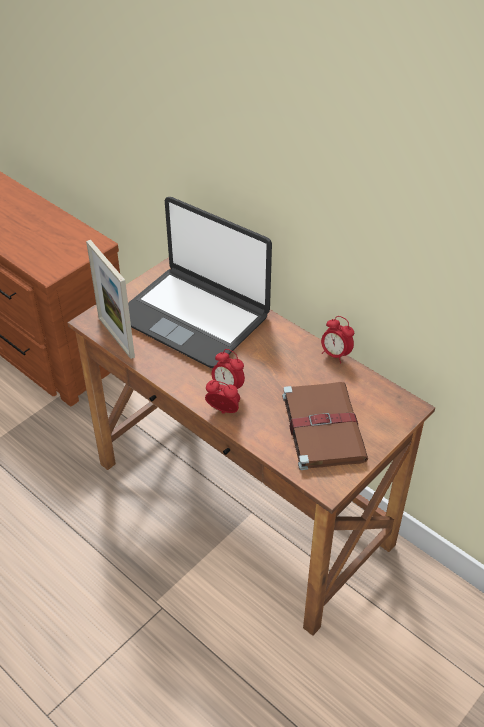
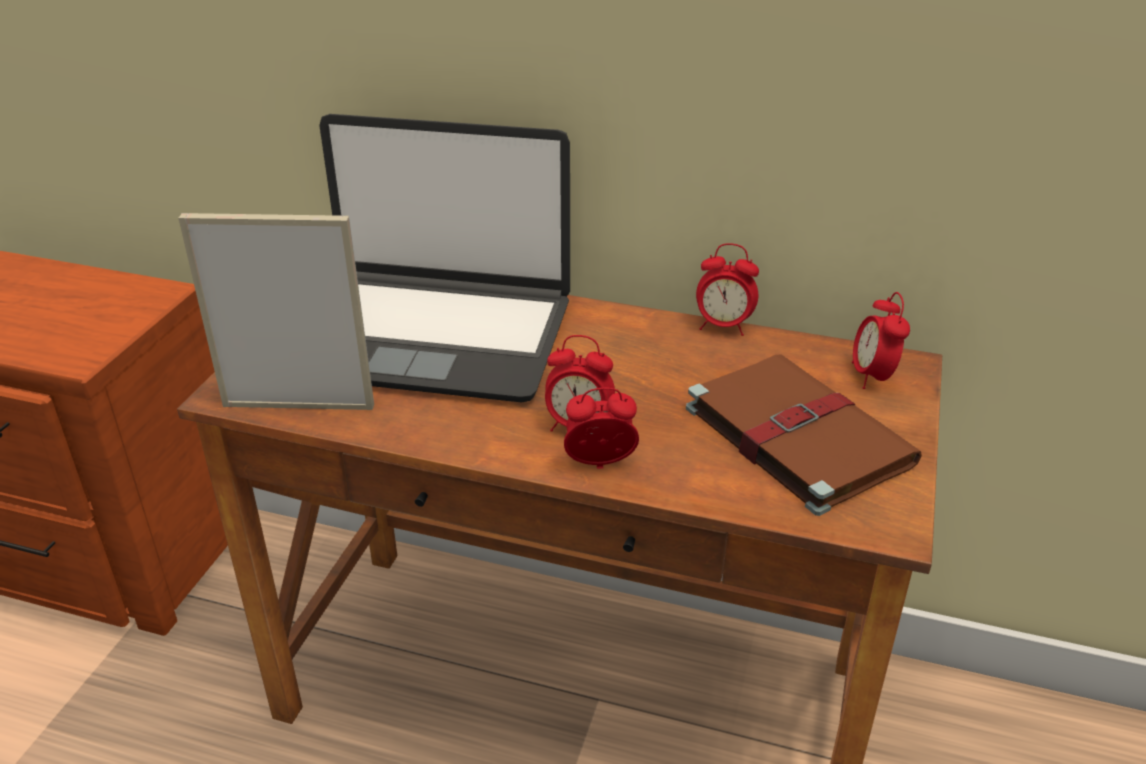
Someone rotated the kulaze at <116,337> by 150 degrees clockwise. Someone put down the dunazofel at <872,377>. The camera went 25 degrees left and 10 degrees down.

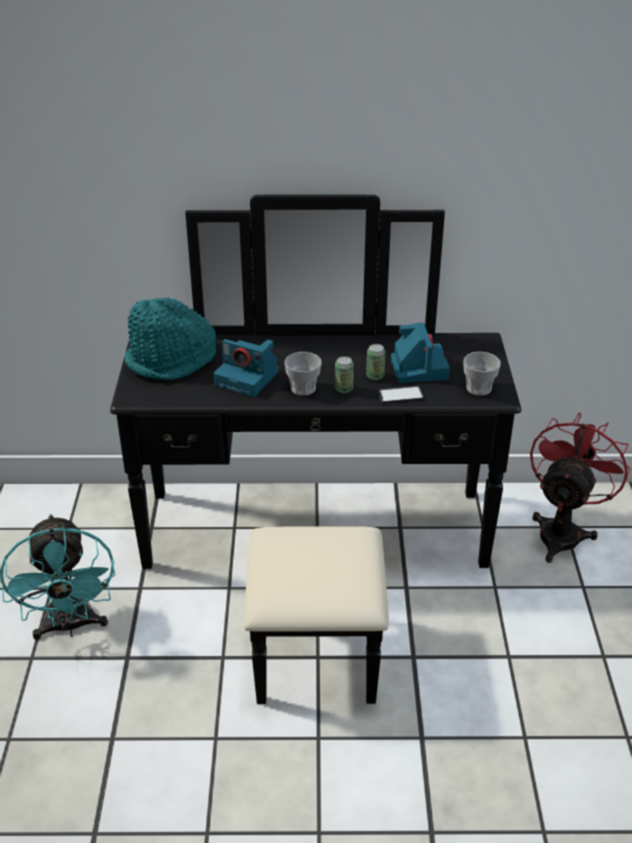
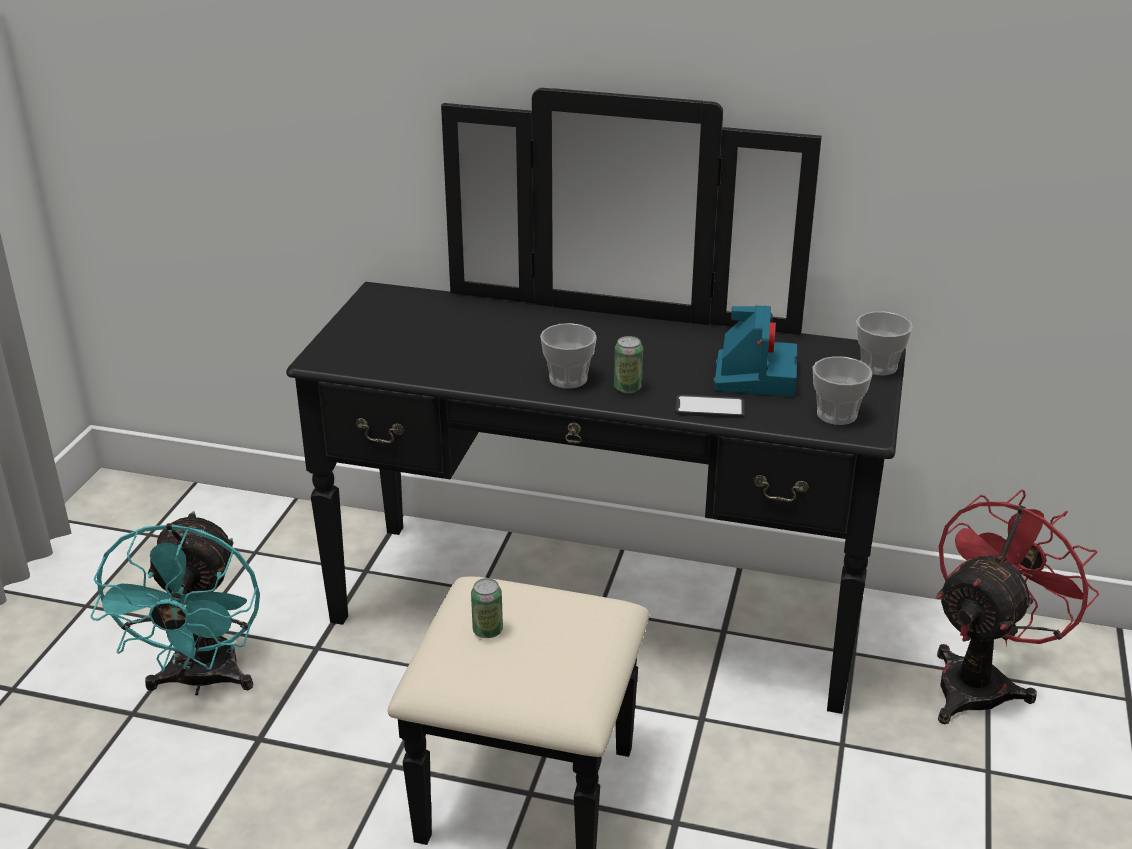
Someone carried the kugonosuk from <375,376> to <487,631>. Someone put down the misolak at <878,366>. Someone took away the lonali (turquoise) at <171,361>. Someone took away the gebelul at <248,378>. The camera went 15 degrees right and 5 degrees down.

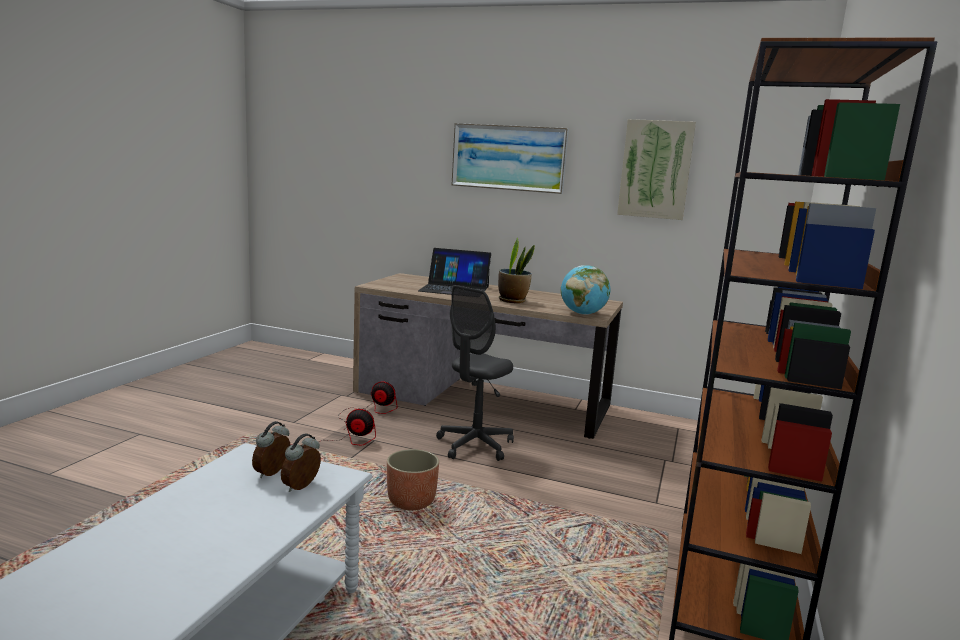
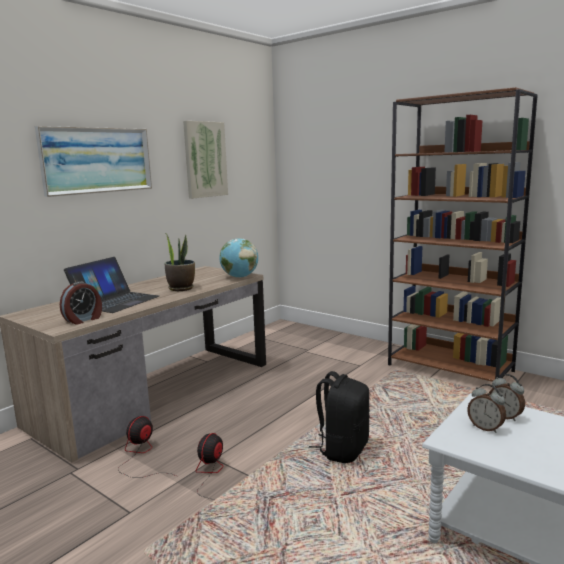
Someone put down the dunazofel at <83,319>. Someone swapped the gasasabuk at <411,501> for the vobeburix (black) at <342,449>. Someone took away the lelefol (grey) at <475,445>. The camera went 70 degrees left and 0 degrees up.

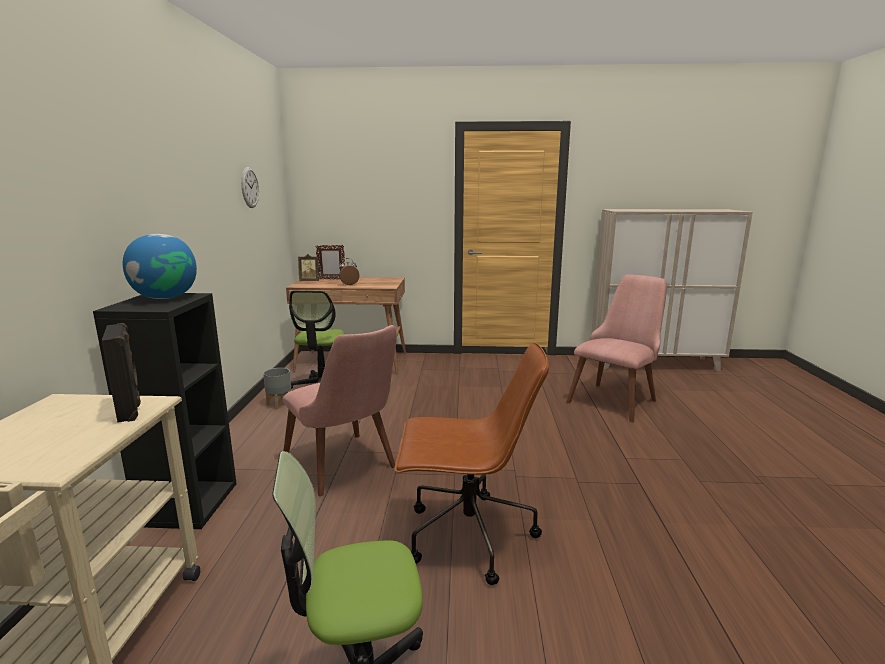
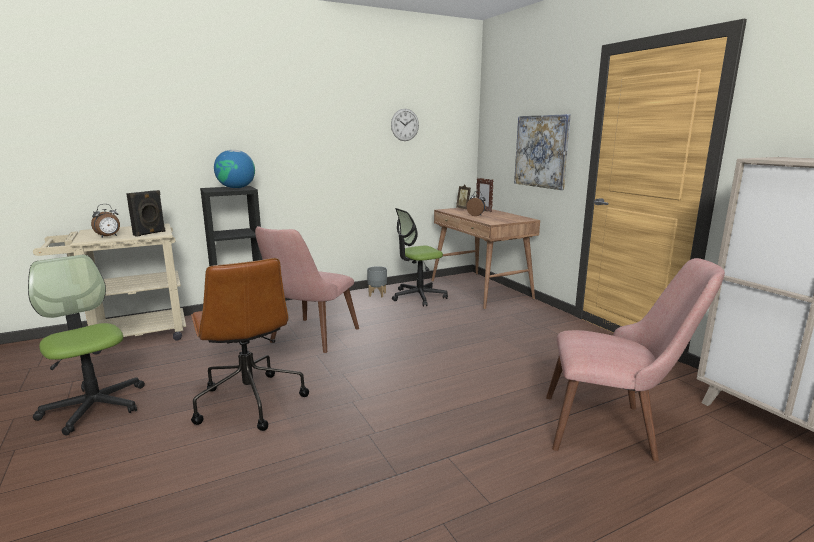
Someone put down the dunazofel at <109,236>. Someone put up the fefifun at <541,151>. The camera went 60 degrees right and 0 degrees up.

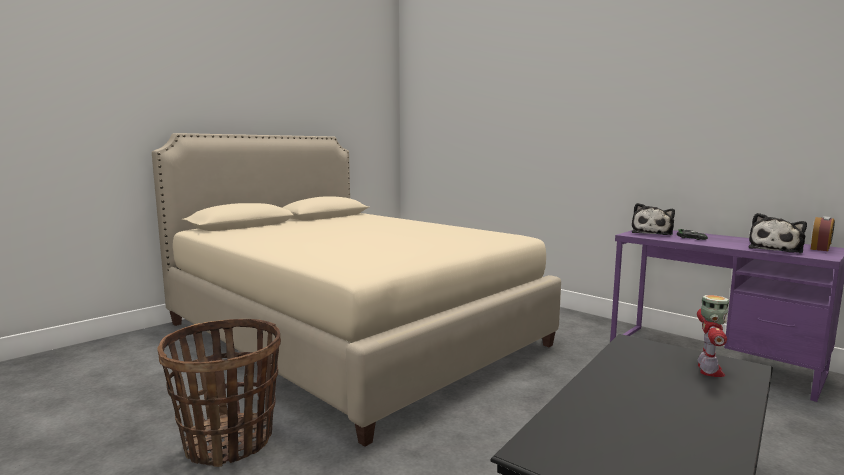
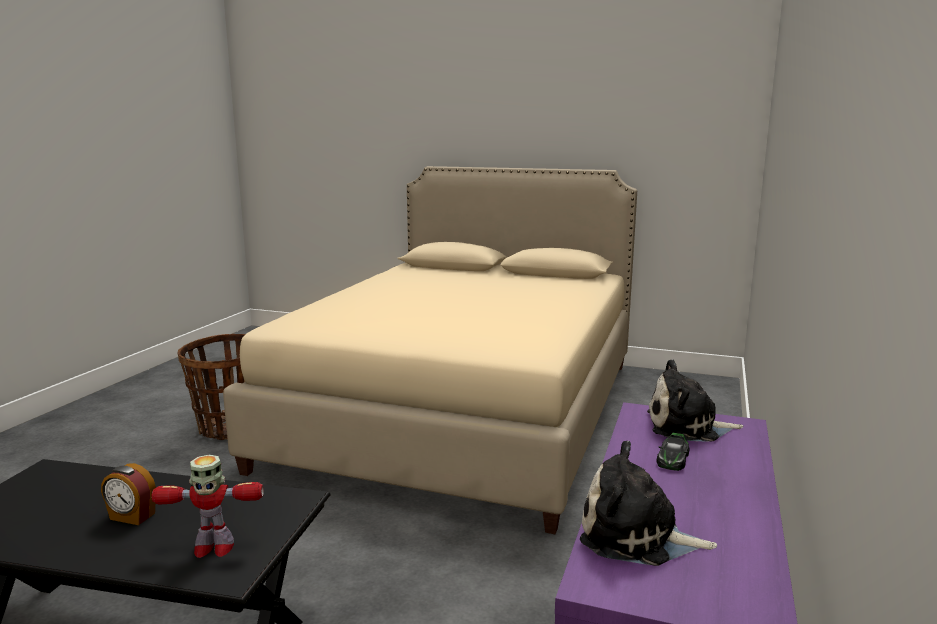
Someone carried the dunazofel from <820,249> to <131,517>. The camera went 65 degrees right and 5 degrees up.

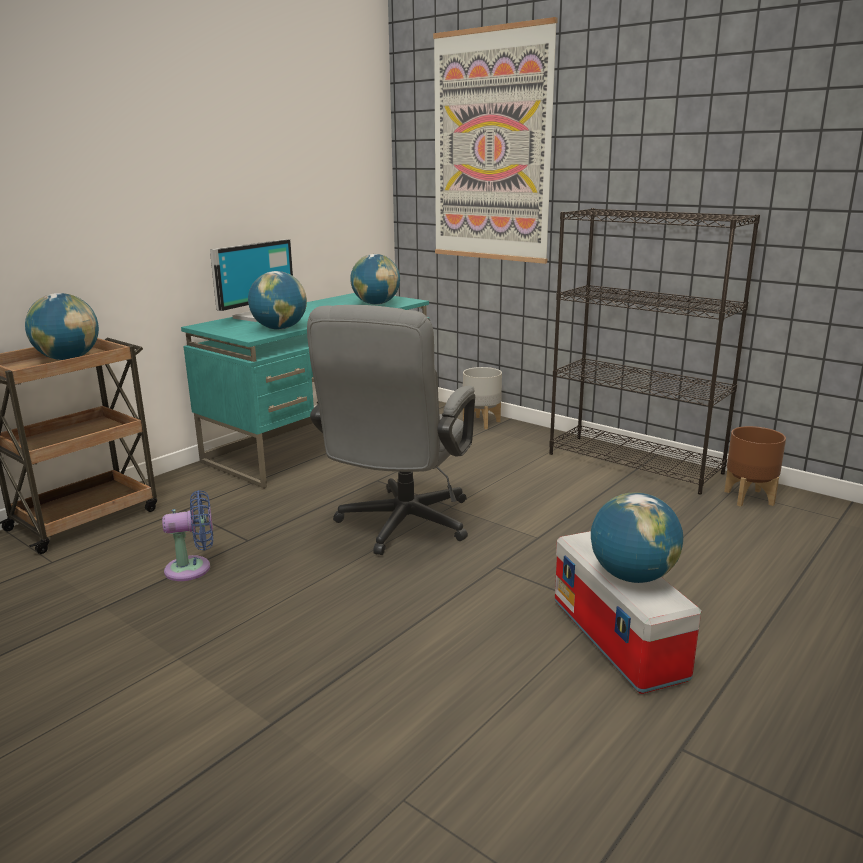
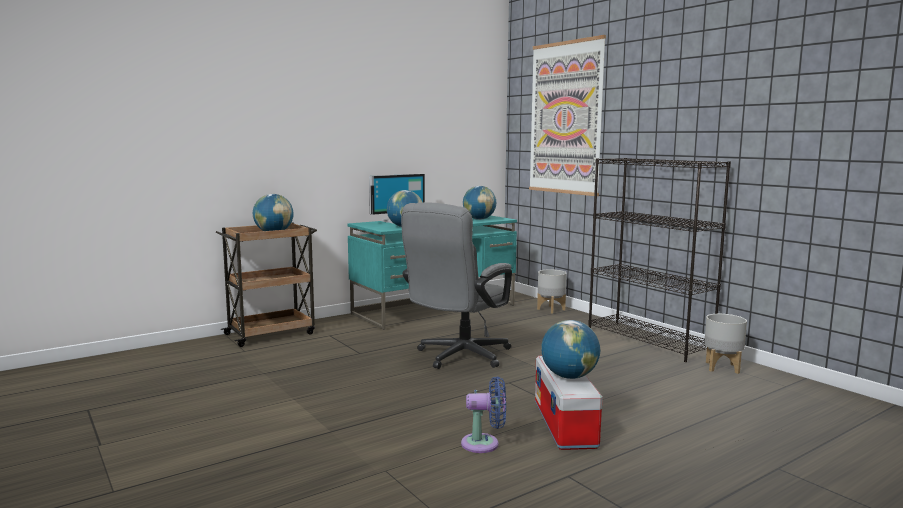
Someone carried the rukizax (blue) from <193,568> to <484,444>. Someone repainted the gasasabuk (brown) at <749,498>, which became the gasasabuk (grey) at <722,367>. The camera went 15 degrees right and 10 degrees down.

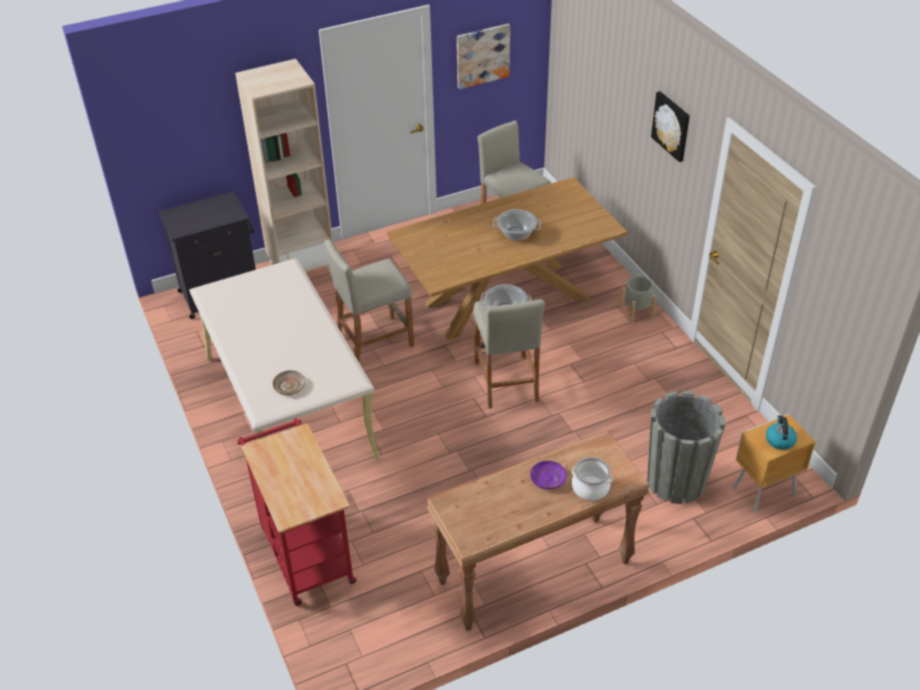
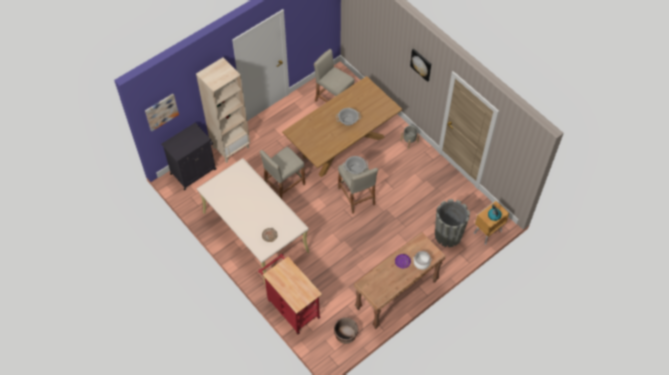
Someone carried the fefifun from <482,55> to <161,111>. Someone put down the gasasabuk (brown) at <345,335>. The camera went 15 degrees left and 15 degrees up.

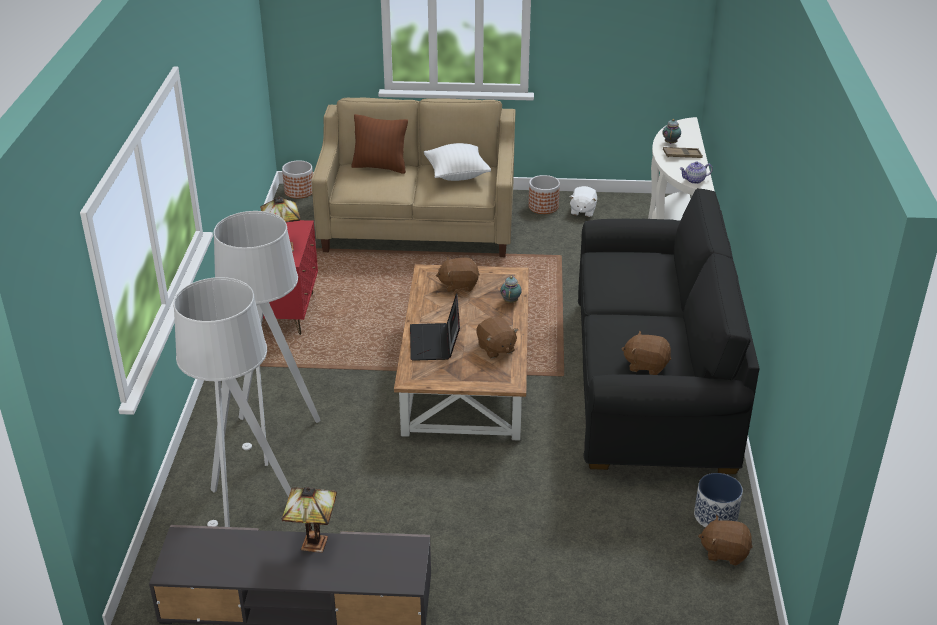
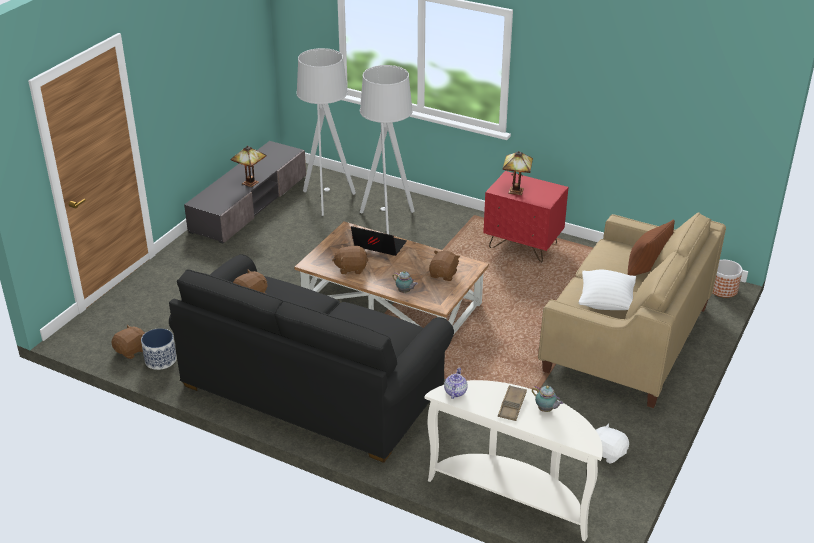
Someone took away the gasasabuk at <543,206>. The camera went 115 degrees right and 0 degrees up.

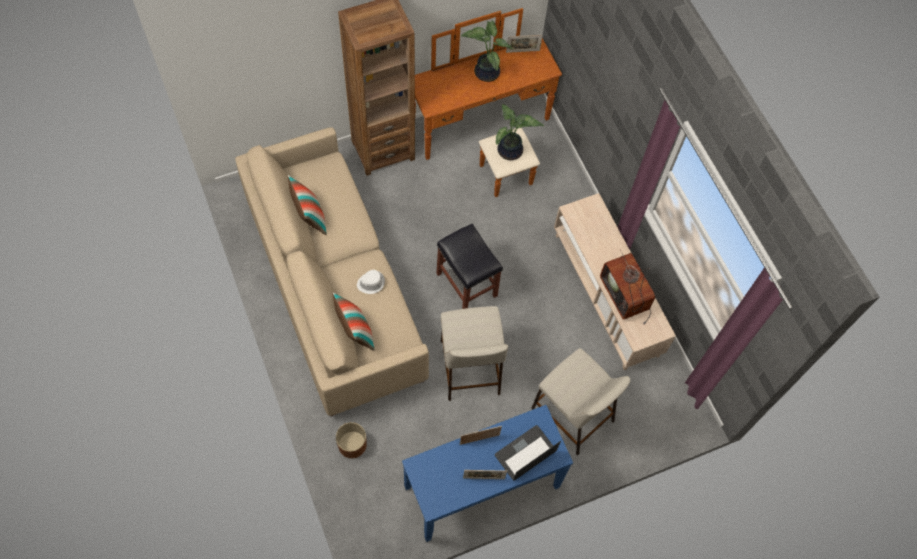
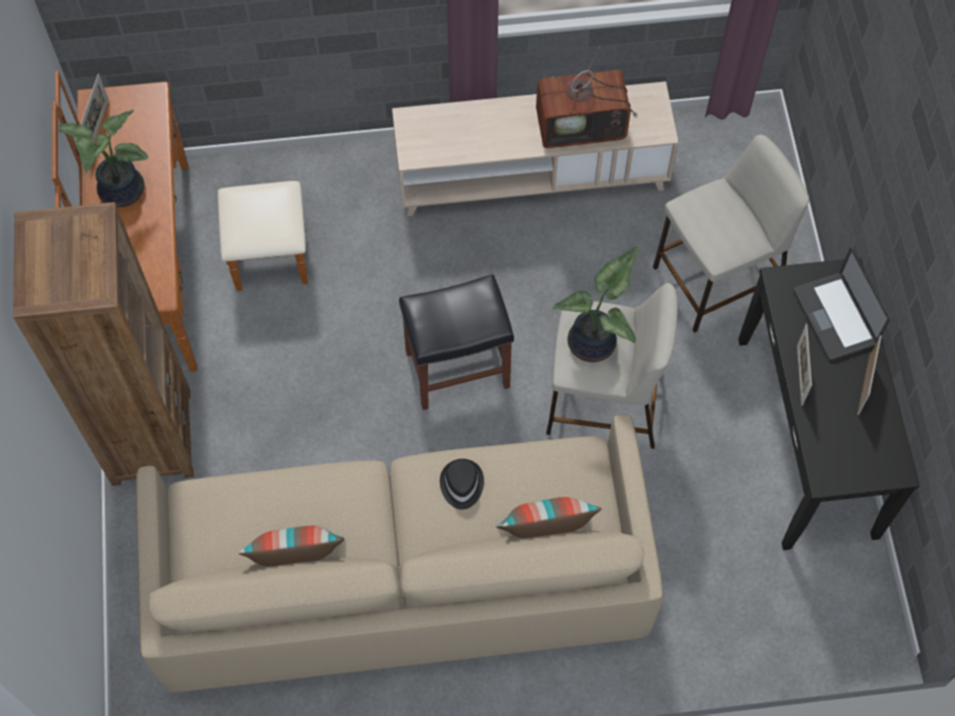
Someone repainted the lonali (white) at <371,282>, which became the lonali (black) at <461,485>. Someone carried the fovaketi from <510,152> to <595,342>. Someone repainted the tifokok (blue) at <482,487>, which became the tifokok (black) at <807,436>. Someone took away the gasasabuk (brown) at <352,444>. The camera went 70 degrees left and 0 degrees up.

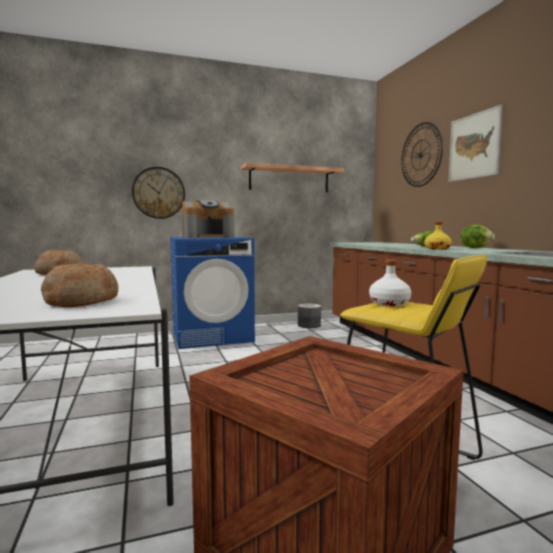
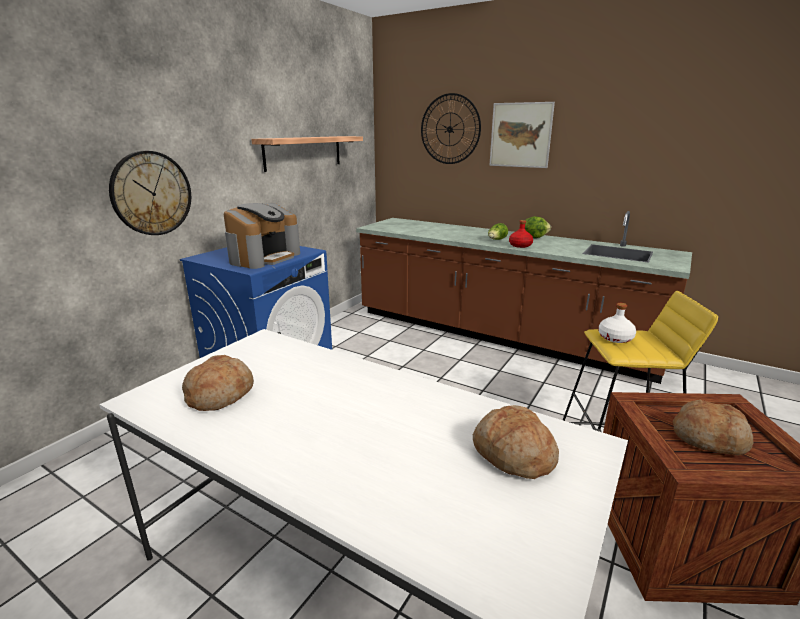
Someone repainted the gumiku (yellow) at <437,248>, which became the gumiku (red) at <520,245>. Someone put down the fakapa at <709,438>. Someone took away the gasasabuk (grey) at <309,325>. The camera went 40 degrees left and 15 degrees up.

